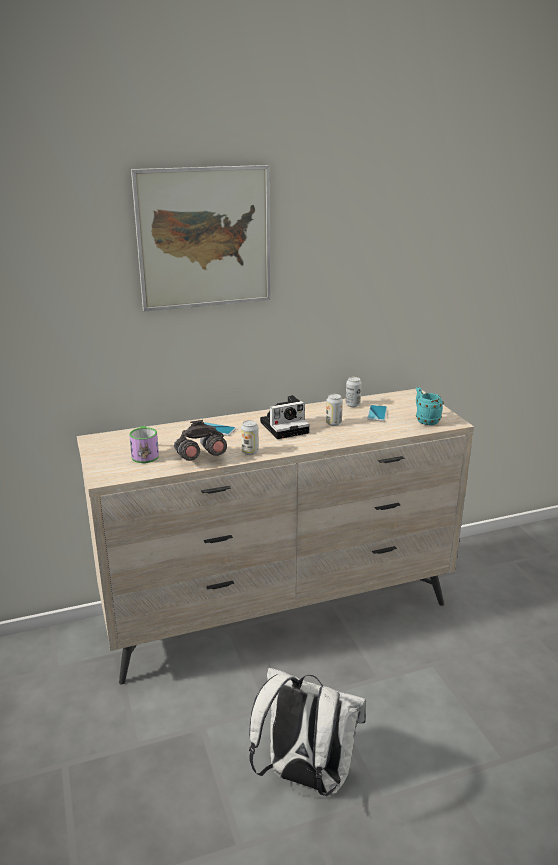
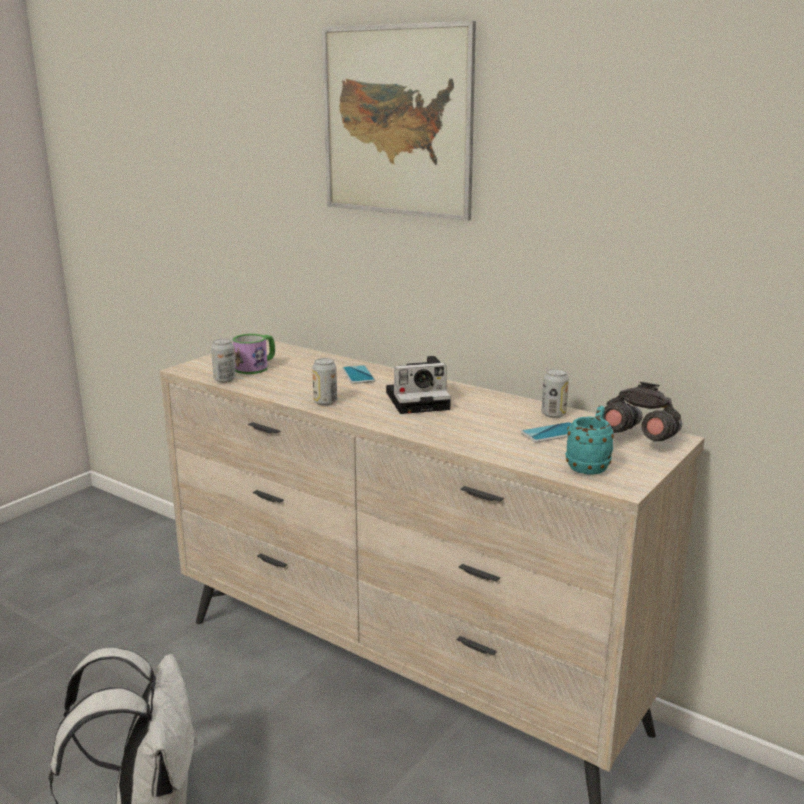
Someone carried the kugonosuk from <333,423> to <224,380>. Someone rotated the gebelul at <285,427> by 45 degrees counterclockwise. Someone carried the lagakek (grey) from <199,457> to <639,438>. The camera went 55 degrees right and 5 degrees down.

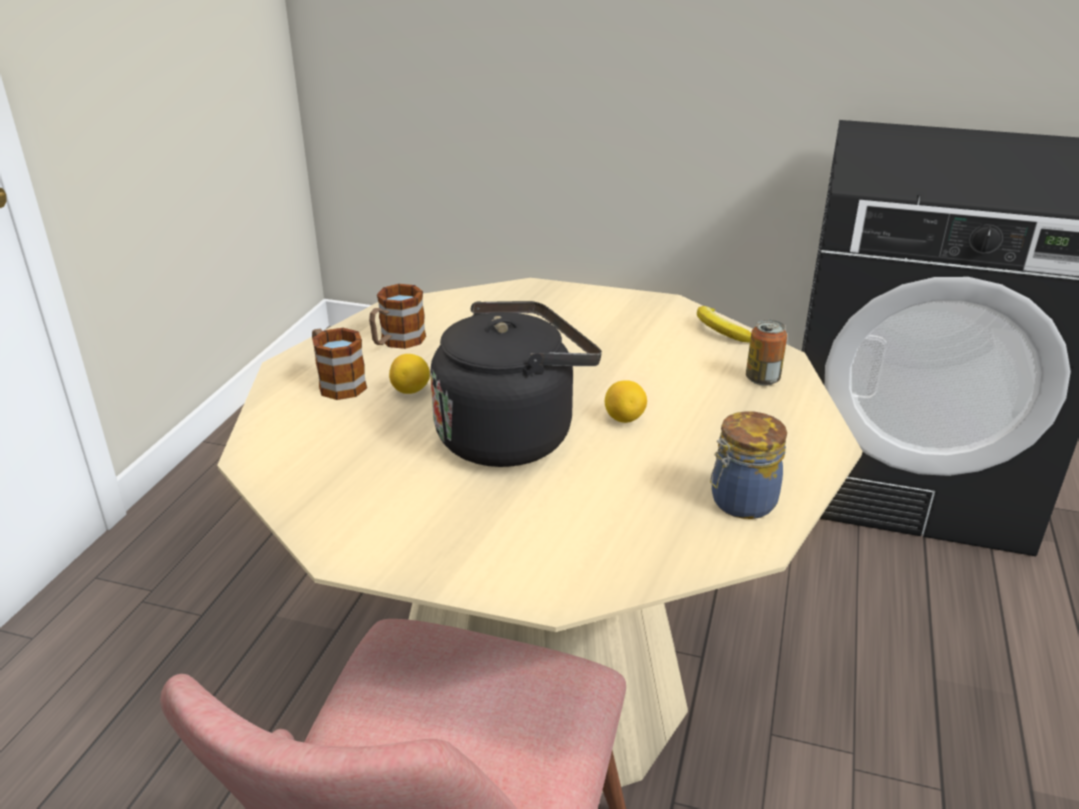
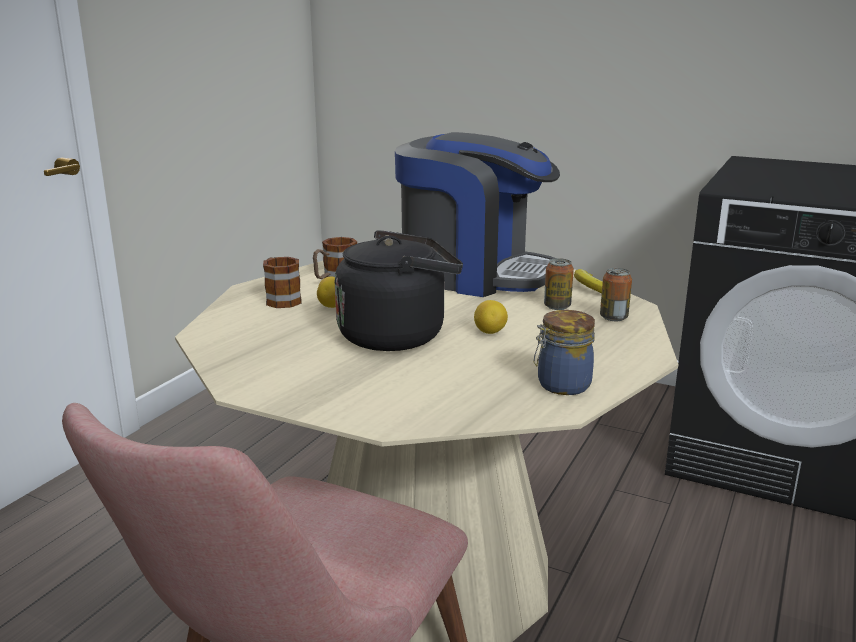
Someone put down the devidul at <473,274>. Someone put down the kugonosuk at <557,306>. The camera went 10 degrees right and 10 degrees down.

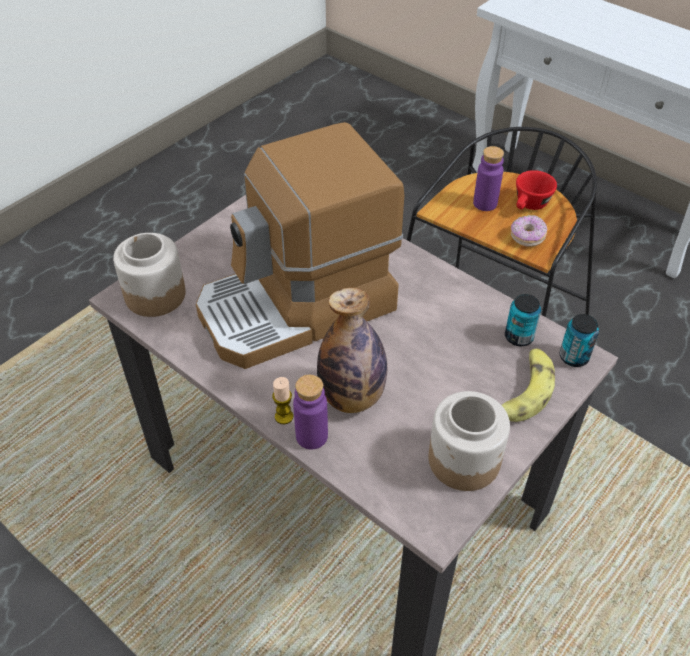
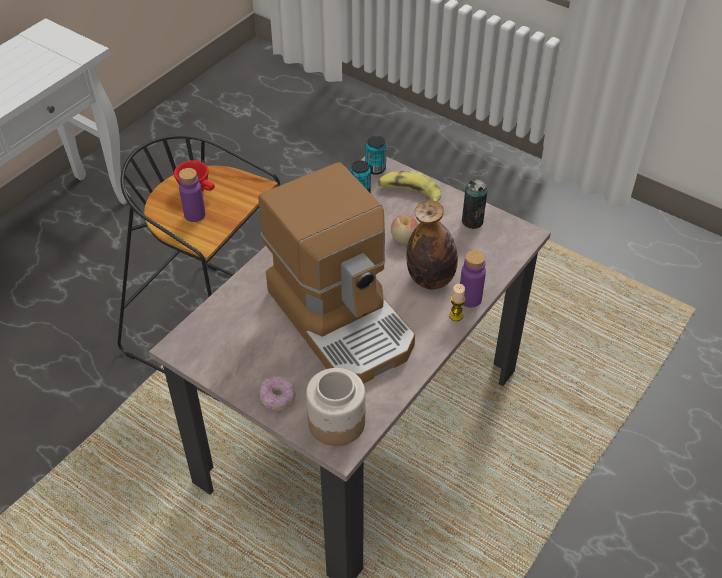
Someone carried the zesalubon from <527,237> to <278,398>. Someone put down the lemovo at <404,239>. Someone swapped the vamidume at <465,460> for the kugonosuk at <472,221>. The camera went 95 degrees left and 0 degrees up.

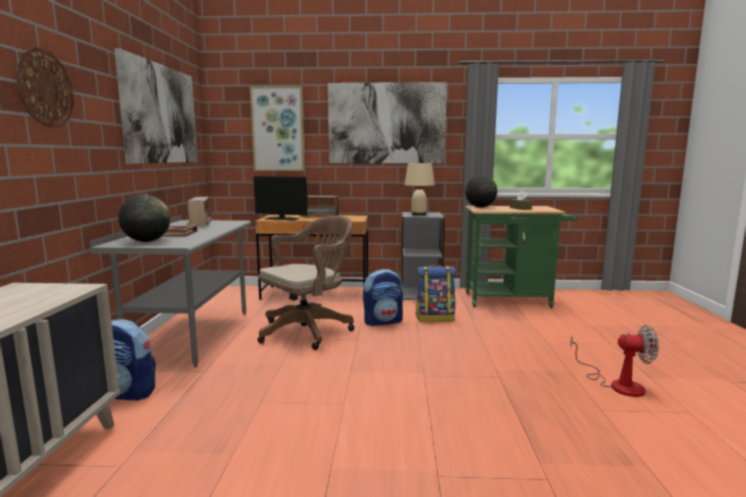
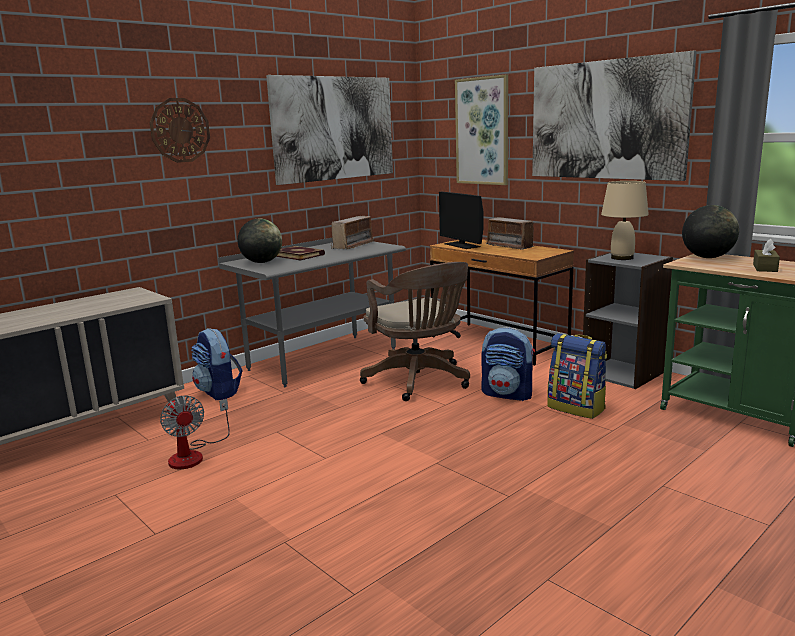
Someone carried the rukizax from <617,384> to <193,455>. Someone rotated the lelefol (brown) at <309,330> by 60 degrees clockwise. The camera went 45 degrees right and 5 degrees up.

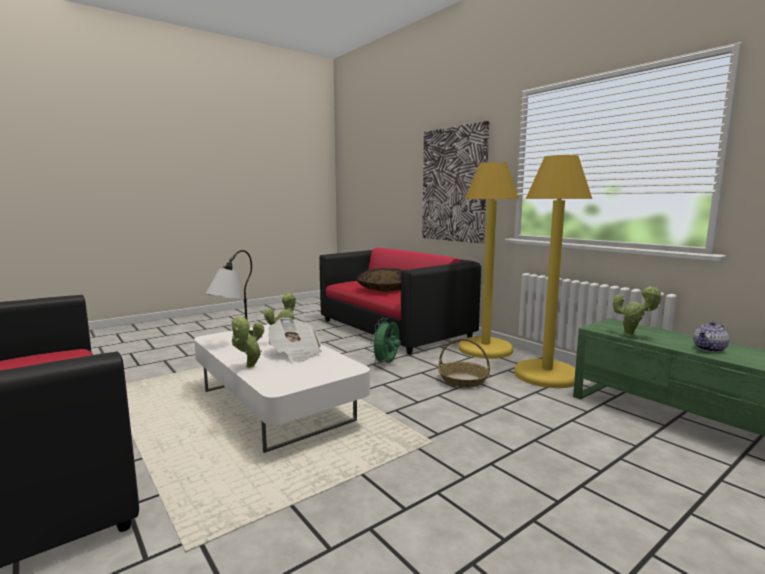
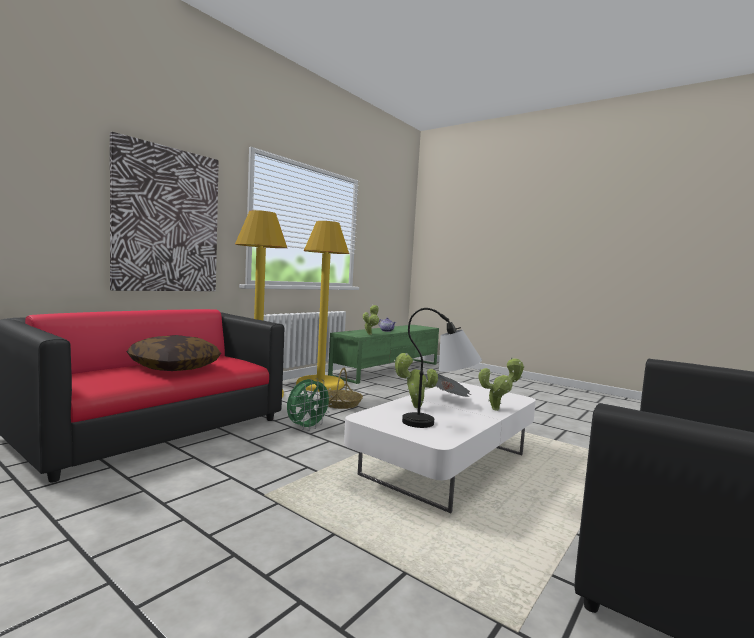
Someone rotated the rukizax (green) at <387,363> by 60 degrees counterclockwise. The camera went 105 degrees left and 5 degrees down.

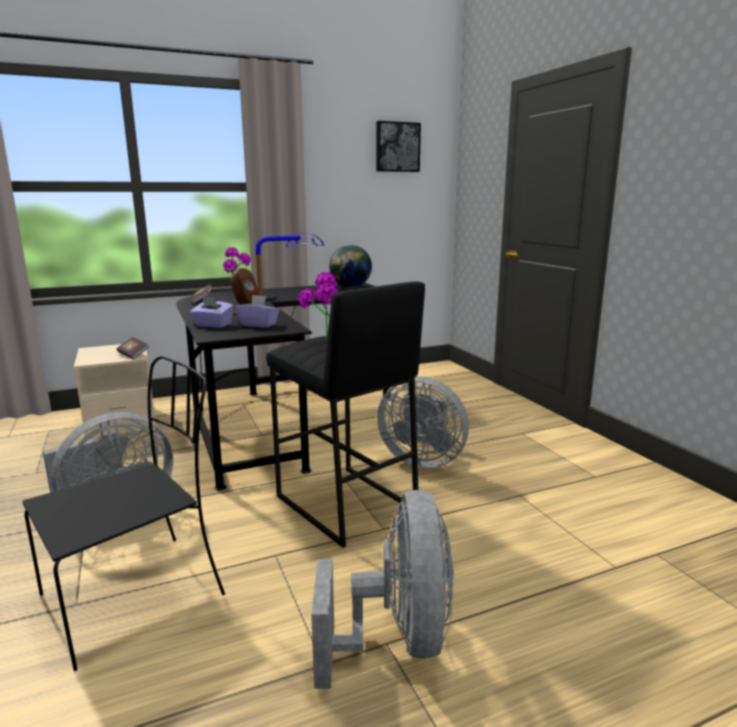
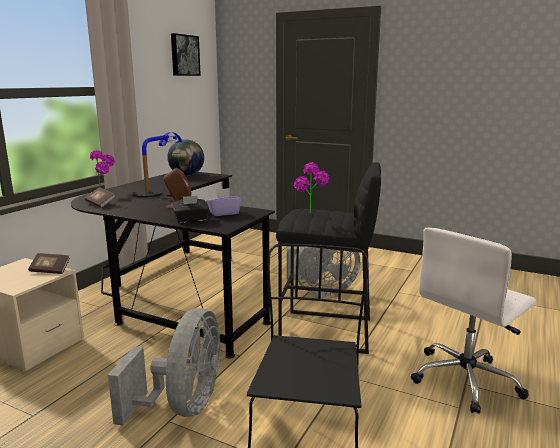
Someone repainted the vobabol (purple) at <213,325>, which became the vobabol (black) at <191,220>. Someone swapped the rukizax (grey) at <397,639> for the lelefol (white) at <466,379>. The camera went 40 degrees left and 0 degrees up.

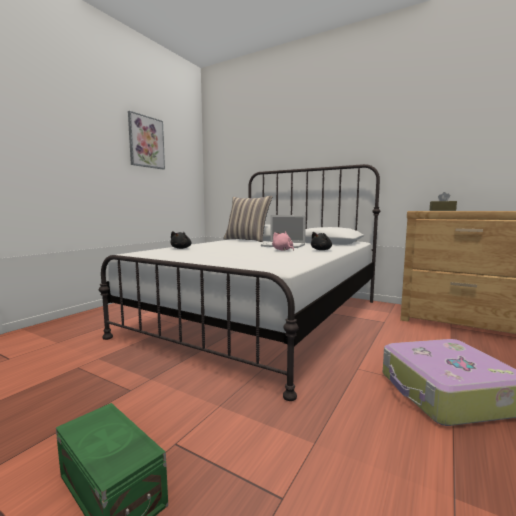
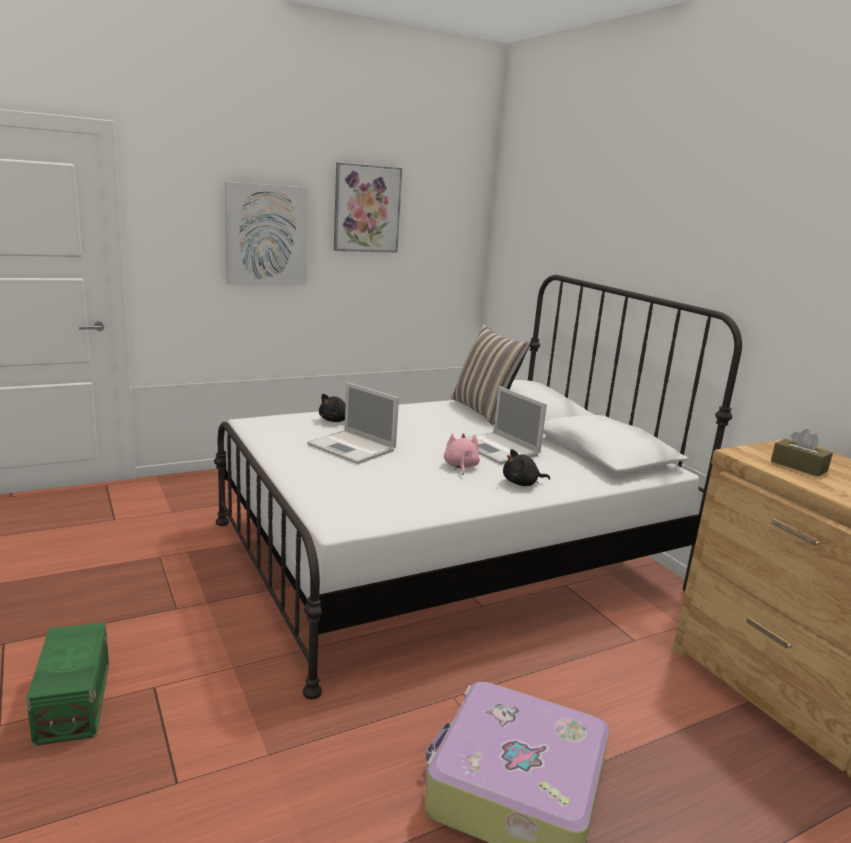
Someone put up the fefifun at <266,235>. Someone put down the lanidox at <353,448>. The camera went 30 degrees right and 10 degrees up.

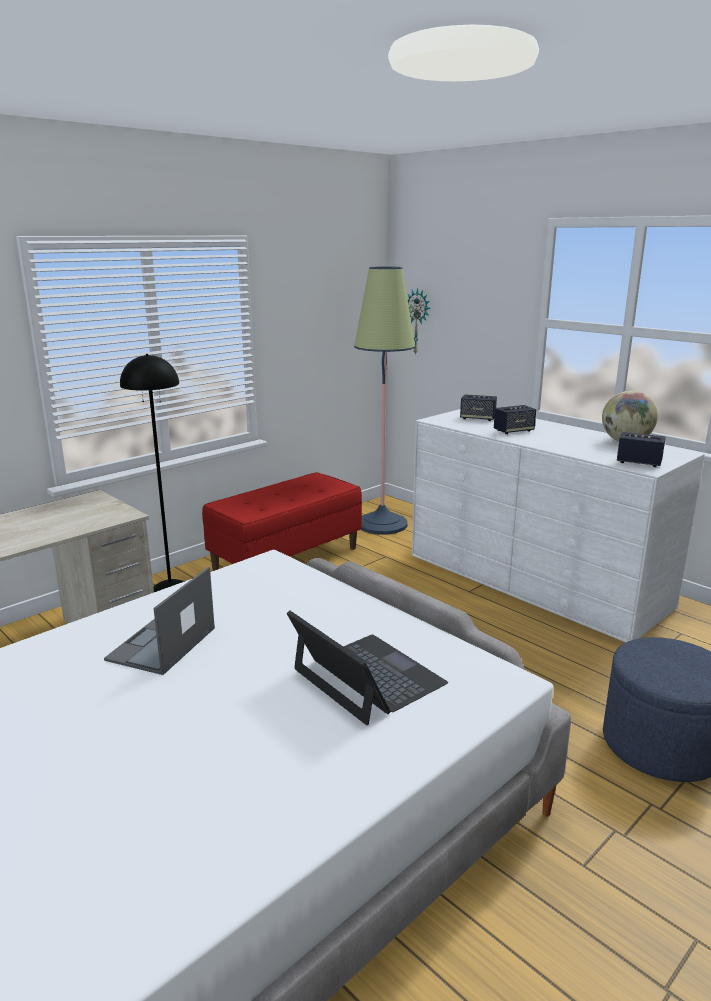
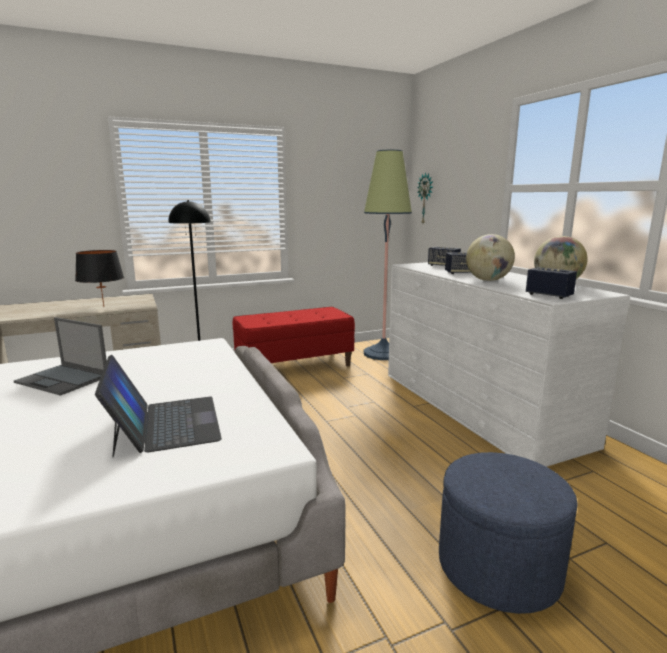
Someone rotated the lanidox at <161,645> by 105 degrees counterclockwise. Someone put down the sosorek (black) at <104,307>. Someone put down the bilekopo at <488,280>. The camera went 20 degrees right and 5 degrees down.

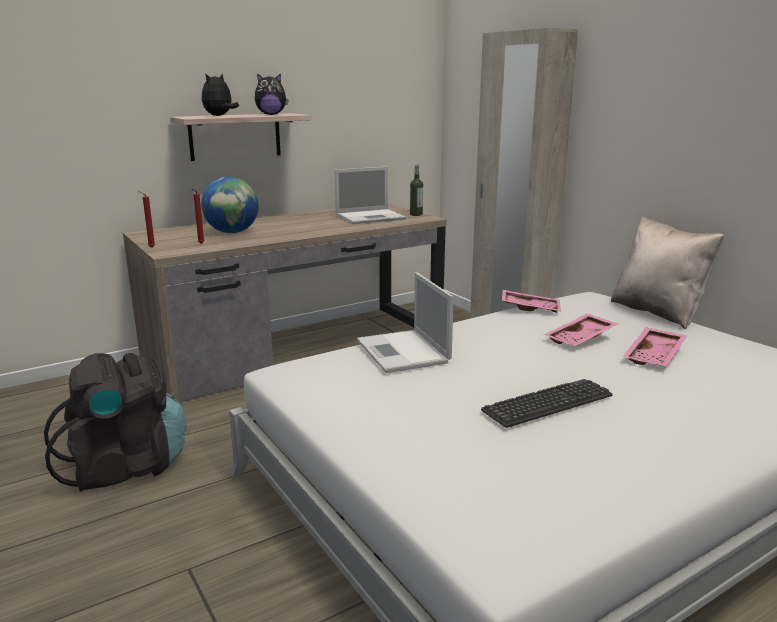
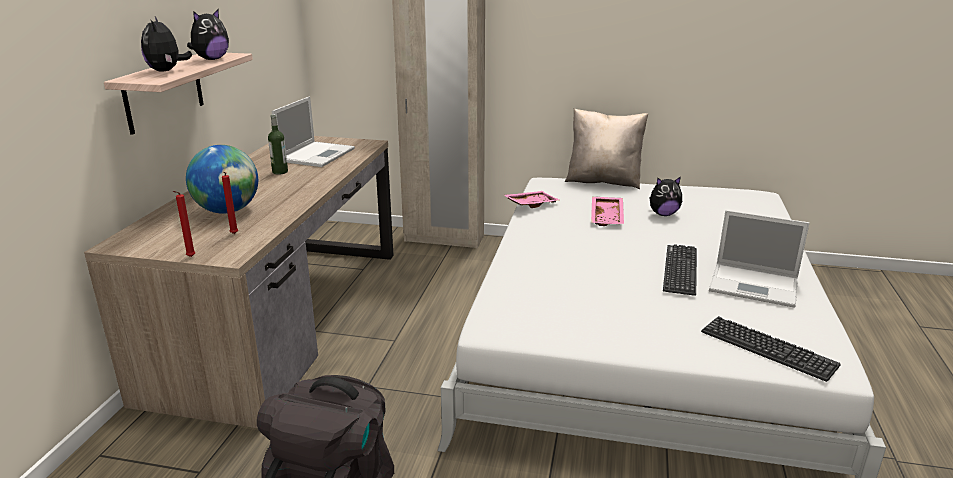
Someone carried the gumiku from <416,214> to <280,172>. Someone swapped the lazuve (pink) at <655,356> for the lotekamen at <663,214>. Someone put down the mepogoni at <767,348>. Someone carried the lanidox from <403,352> to <755,285>. The camera went 45 degrees left and 5 degrees up.

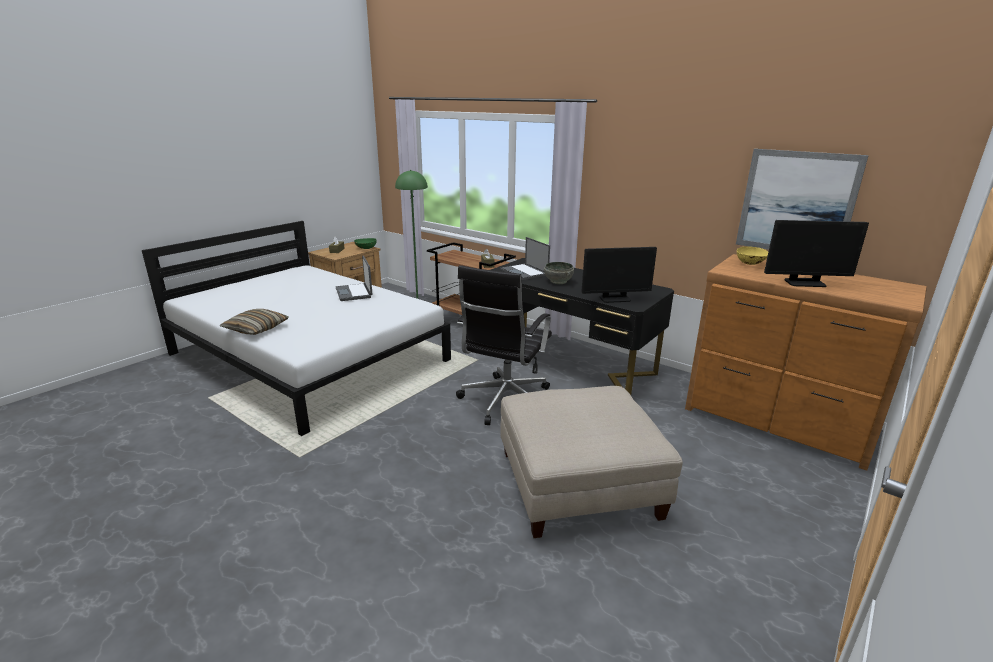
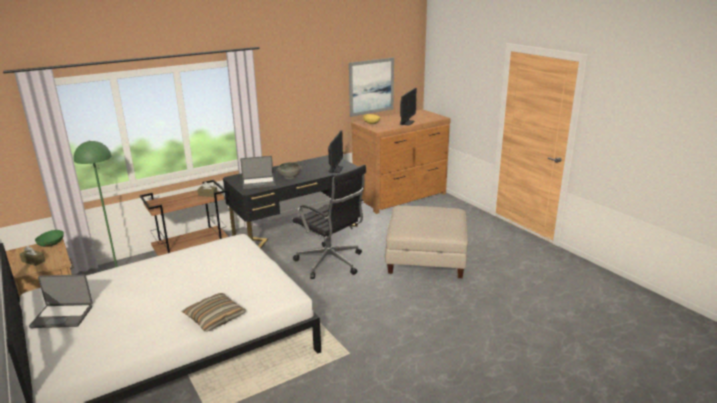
Someone carried the lanidox from <354,293> to <63,316>. The camera went 70 degrees left and 0 degrees up.

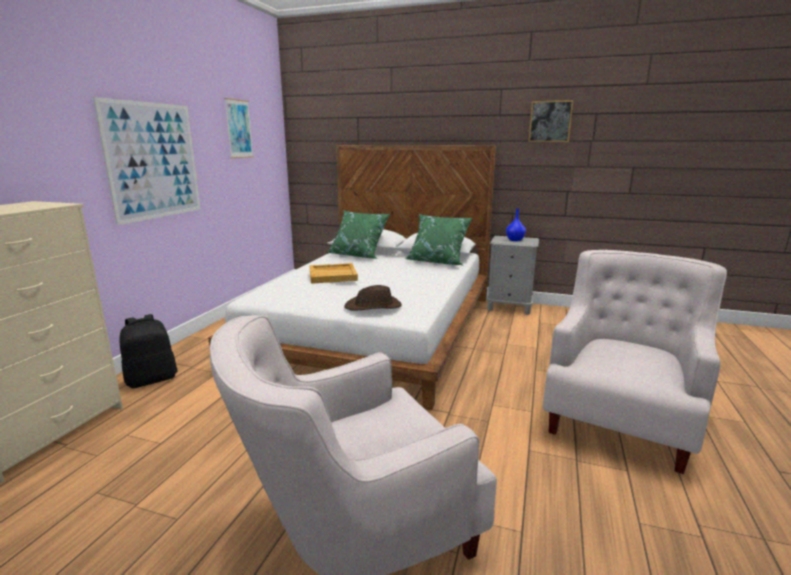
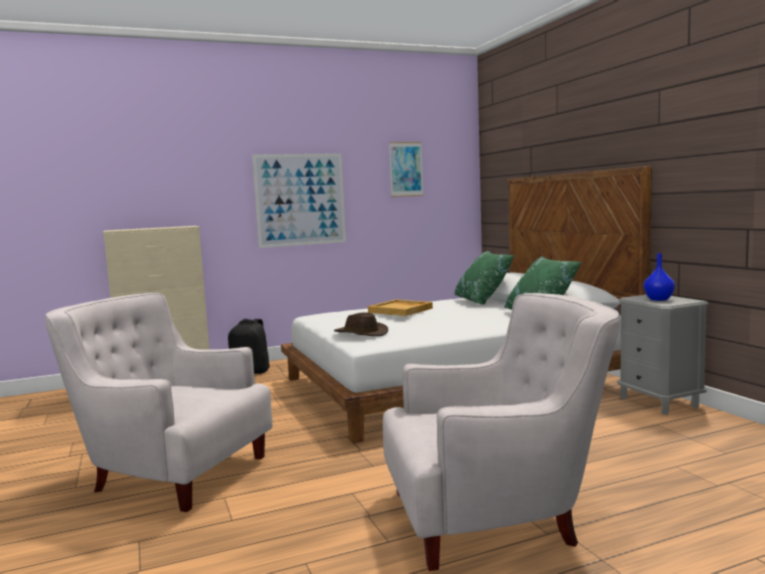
Someone took away the fefifun at <550,121>. The camera went 50 degrees right and 10 degrees down.

